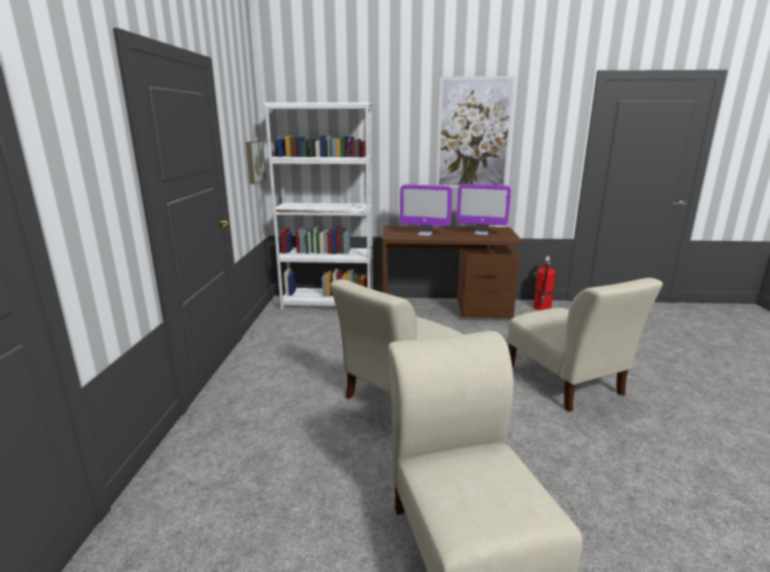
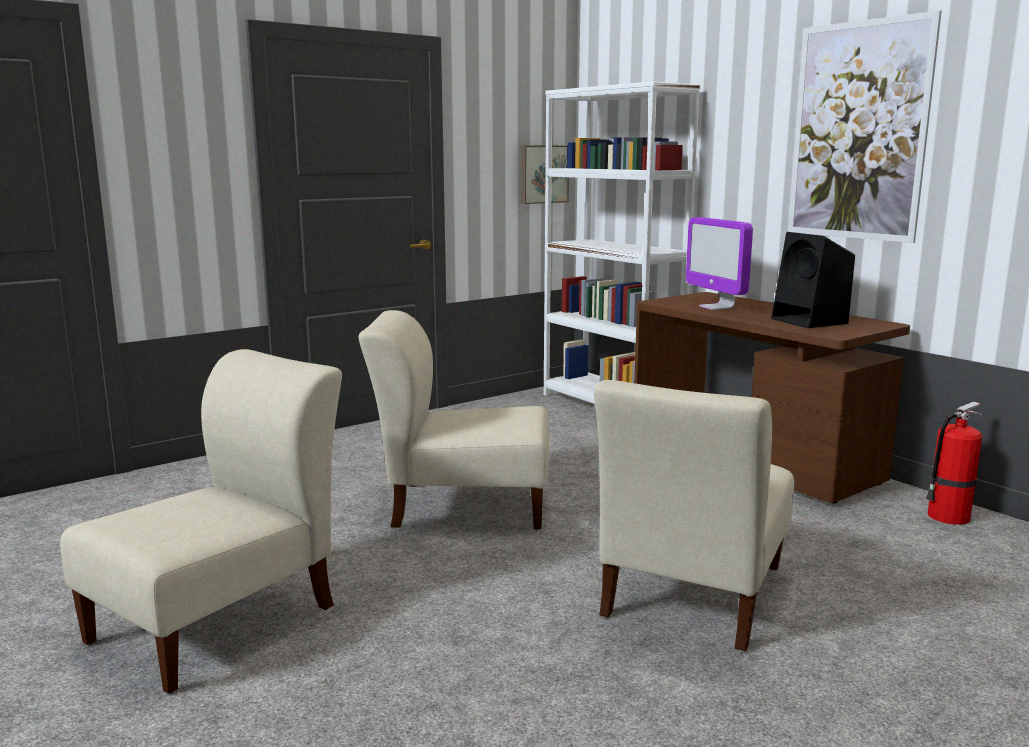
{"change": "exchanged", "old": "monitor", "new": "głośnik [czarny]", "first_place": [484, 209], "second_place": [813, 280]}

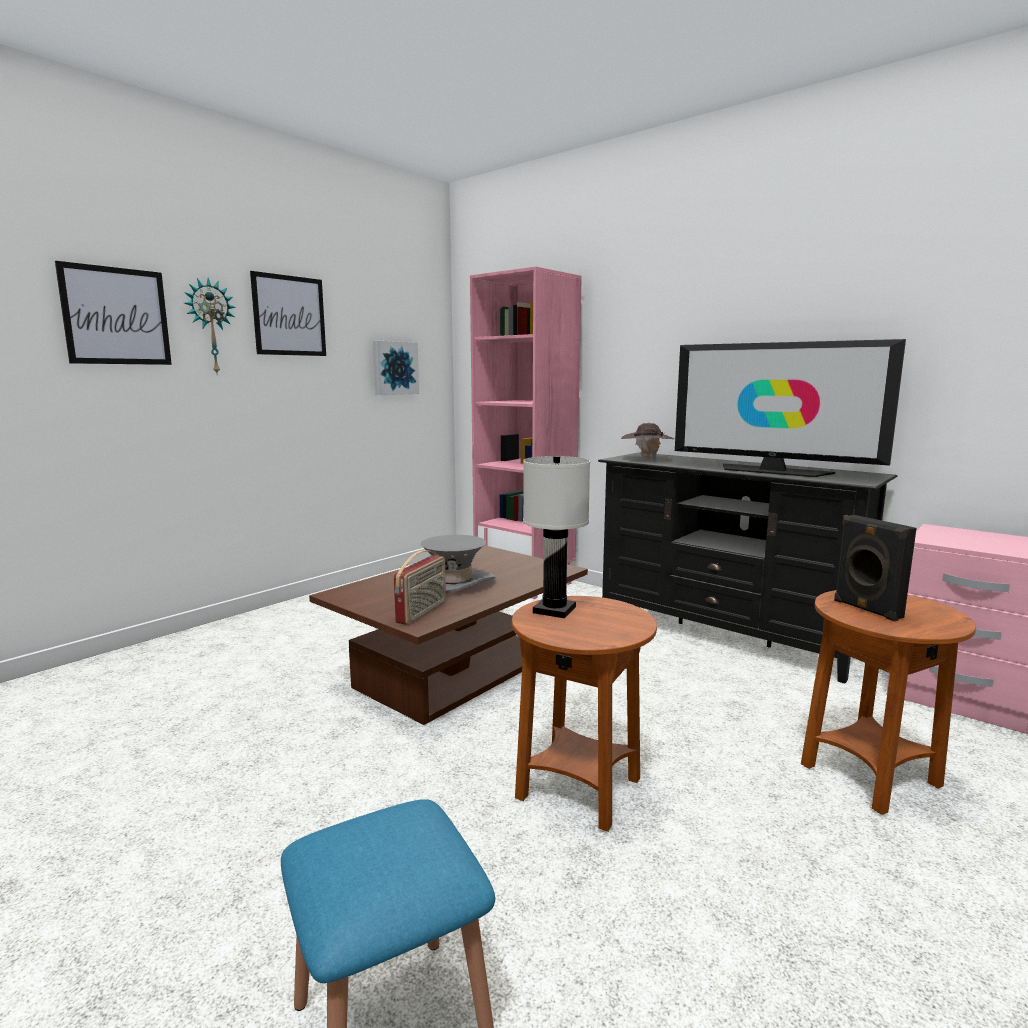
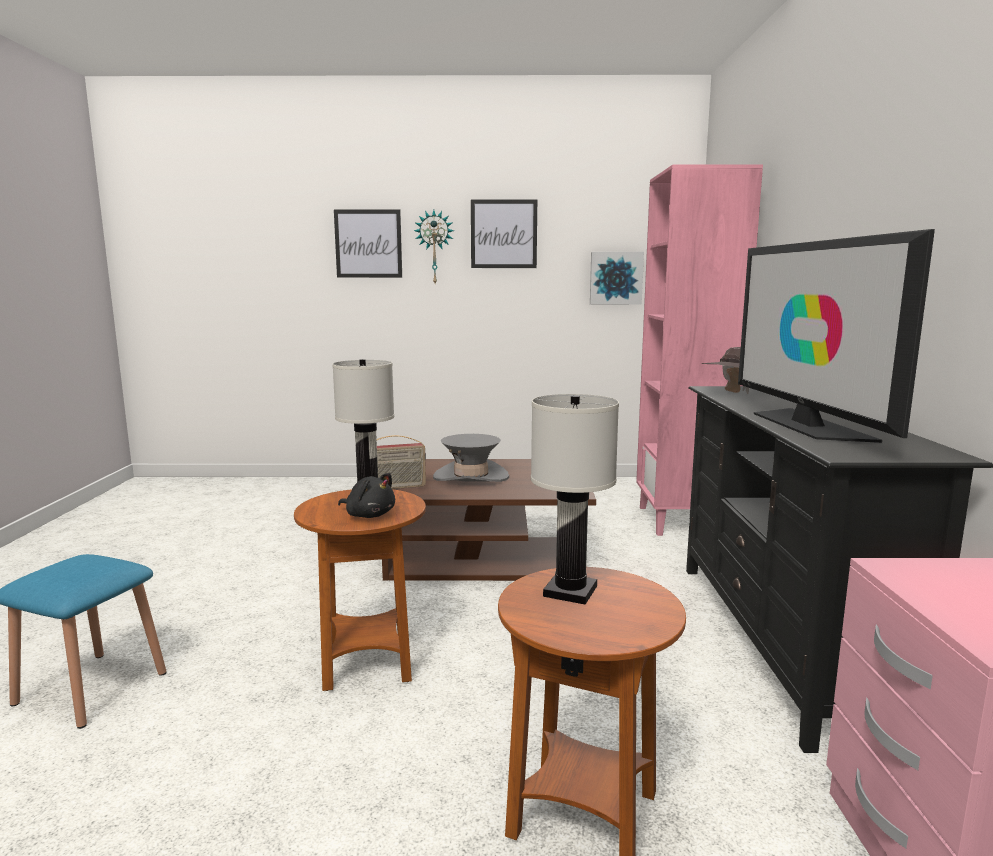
{"change": "exchanged", "old": "głośnik [czarny]", "new": "lampa stołowa [biały]", "first_place": [875, 568], "second_place": [575, 499]}
{"change": "appeared", "new": "pluszak [czarny]", "second_place": [366, 495]}

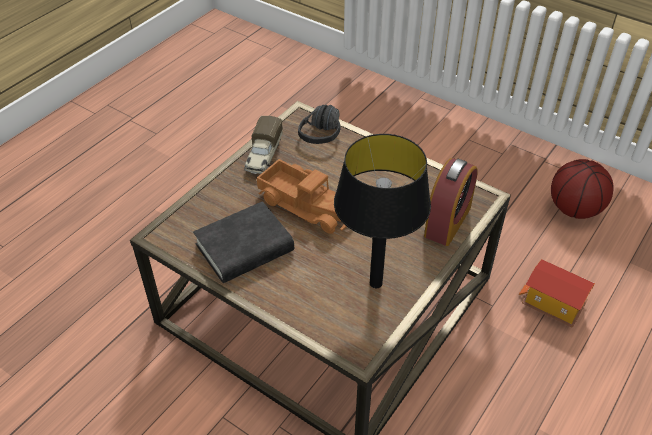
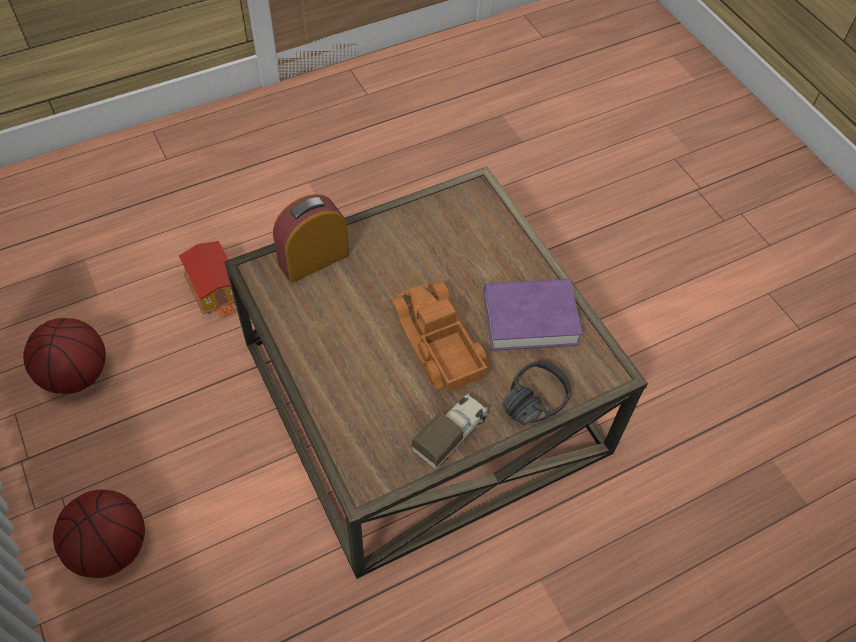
{"change": "colour", "old": "książka [czarny]", "new": "książka [fioletowy]", "first_place": [243, 242], "second_place": [533, 315]}
{"change": "relocated", "old": "słuchawki [czarny]", "first_place": [319, 124], "second_place": [536, 393]}
{"change": "missing", "old": "lampa stołowa [czarny]", "first_place": [382, 211]}
{"change": "appeared", "new": "piłka do koszykówki", "second_place": [99, 534]}

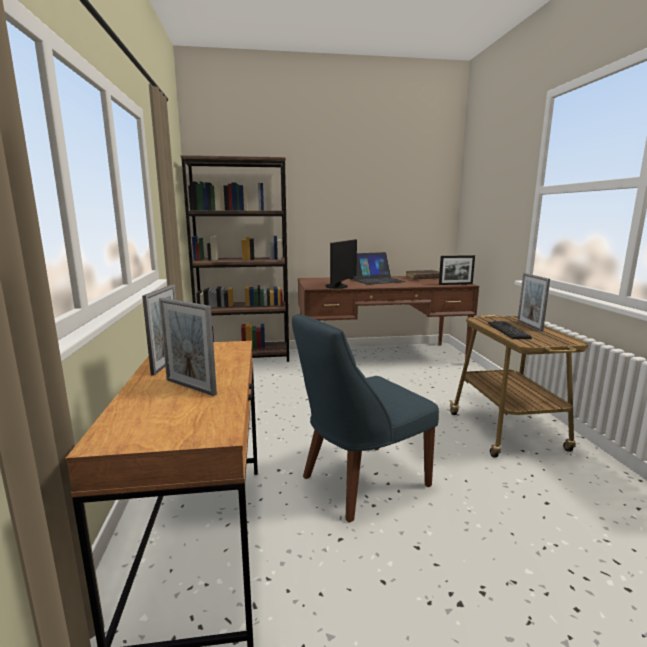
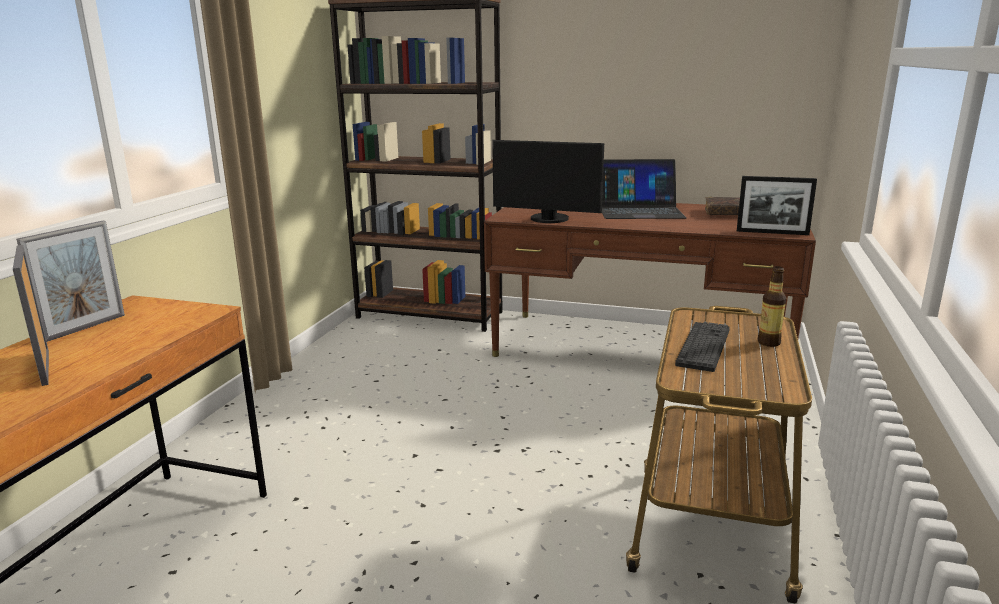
{"change": "missing", "old": "krzesło [niebieski]", "first_place": [365, 418]}
{"change": "spun", "old": "monitor", "first_place": [341, 264], "second_place": [548, 181], "degrees": 60}
{"change": "exchanged", "old": "ramka na zdjęcie", "new": "butelka", "first_place": [533, 302], "second_place": [772, 306]}

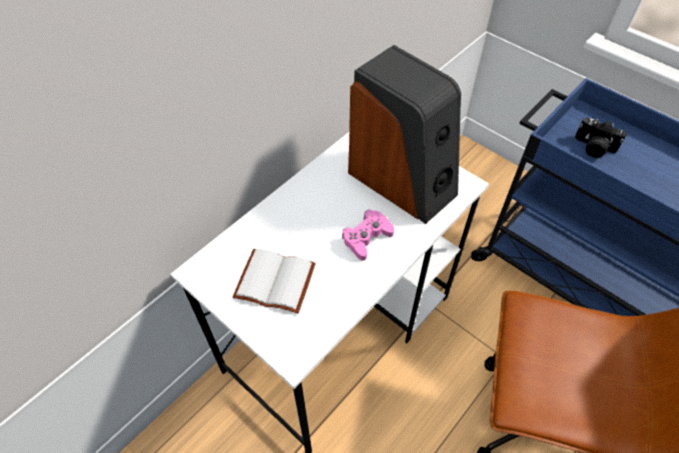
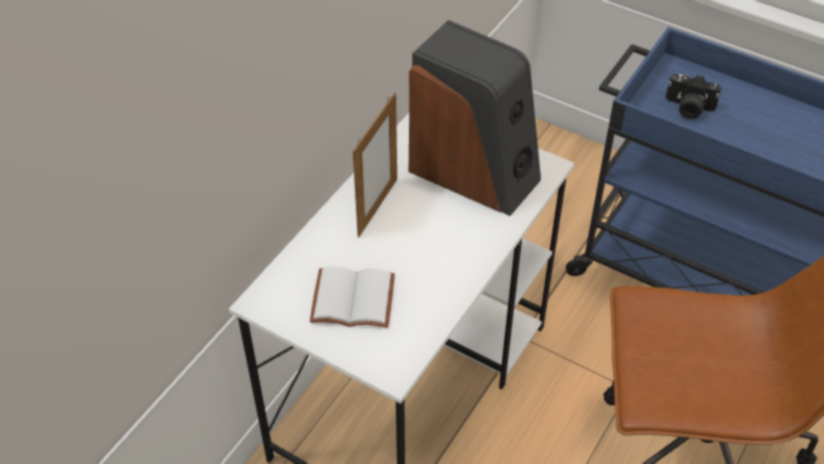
{"change": "missing", "old": "pad do gier [różowy]", "first_place": [368, 235]}
{"change": "appeared", "new": "ramka na zdjęcie", "second_place": [375, 165]}

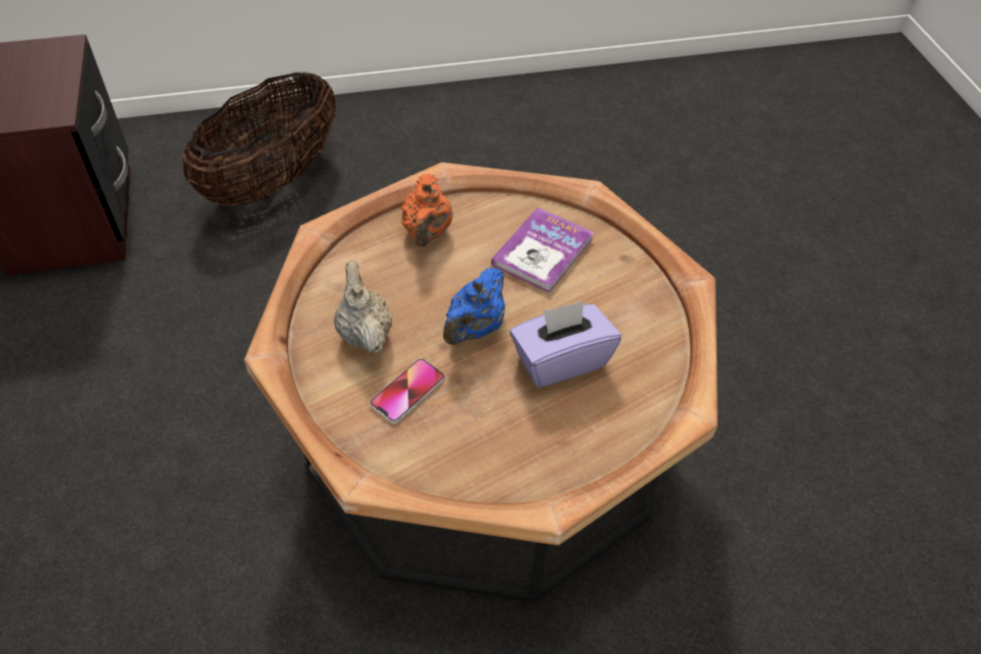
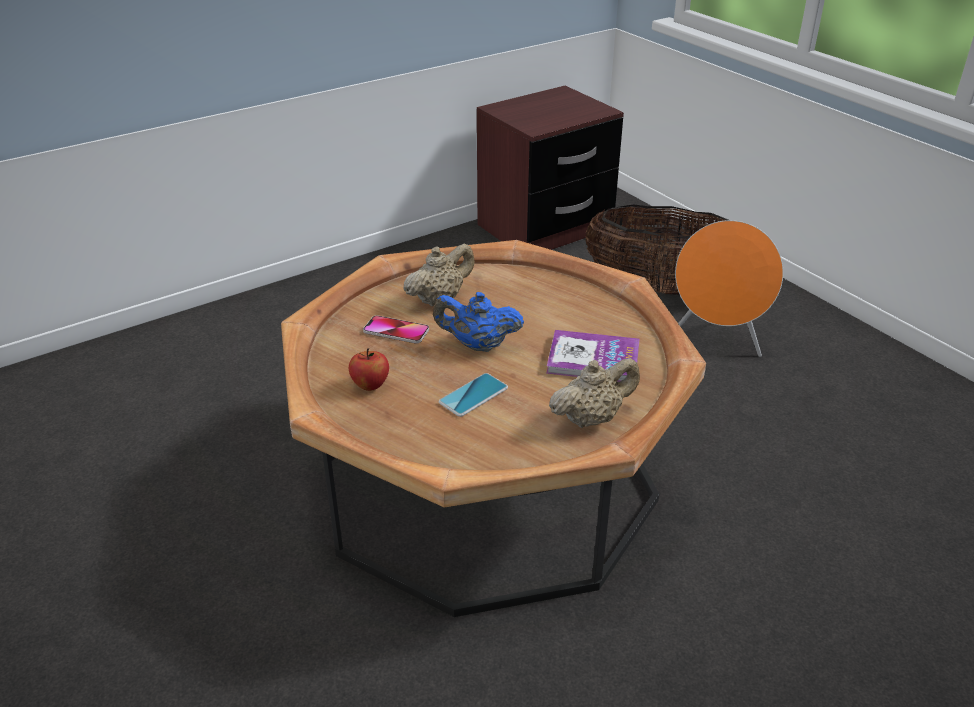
{"change": "missing", "old": "imbryk [pomarańczowy]", "first_place": [427, 210]}
{"change": "exchanged", "old": "pudełko chusteczek [fioletowy]", "new": "telefon", "first_place": [565, 344], "second_place": [473, 395]}
{"change": "appeared", "new": "jabłko", "second_place": [369, 369]}
{"change": "appeared", "new": "imbryk [beżowy]", "second_place": [594, 393]}
{"change": "appeared", "new": "głośnik [pomarańczowy]", "second_place": [729, 288]}

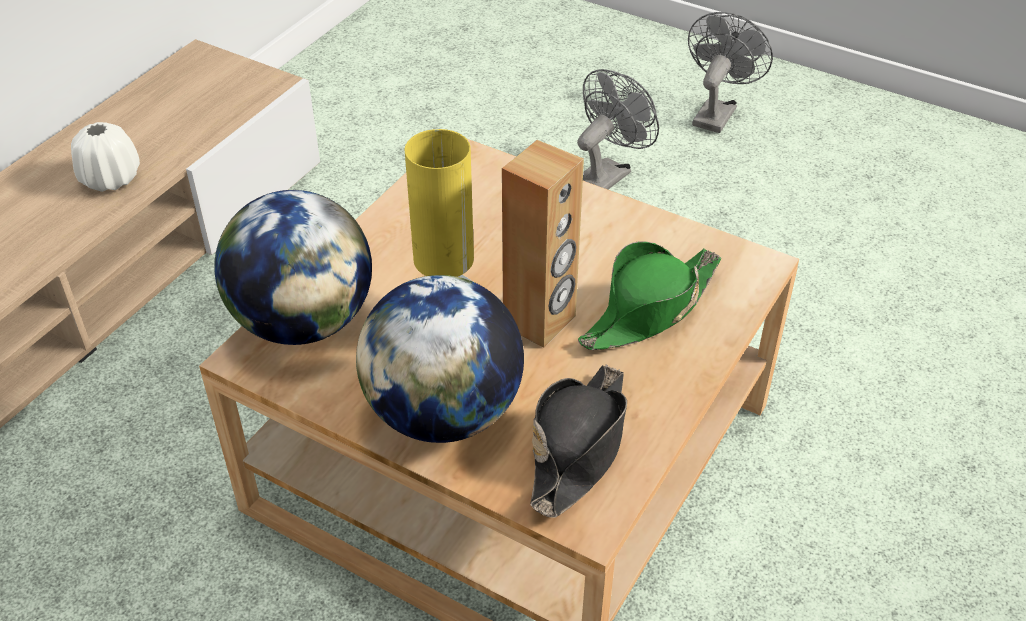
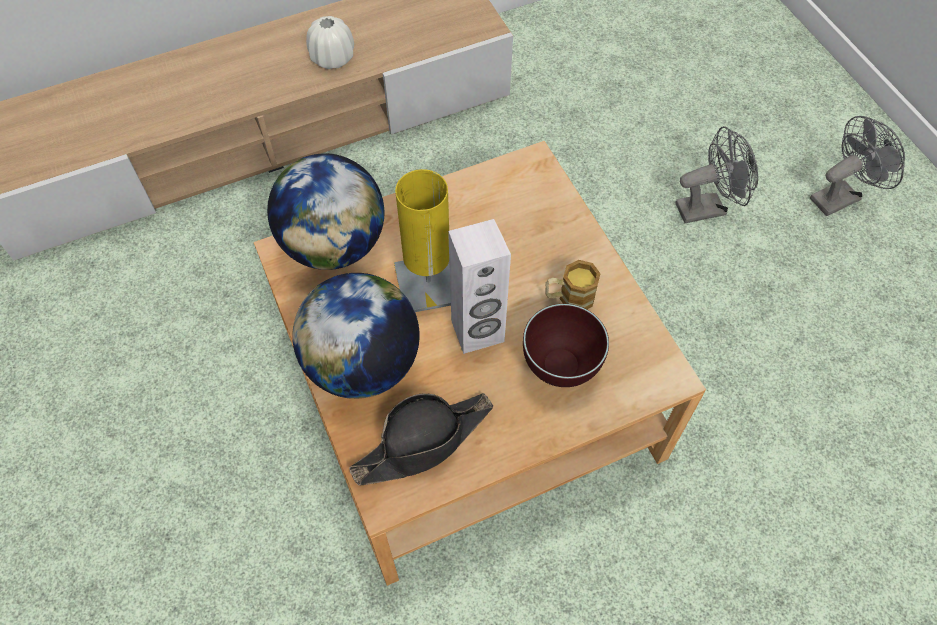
{"change": "colour", "old": "głośnik [brązowy]", "new": "głośnik [biały]", "first_place": [543, 244], "second_place": [479, 286]}
{"change": "exchanged", "old": "kapelusz [zielony]", "new": "miska [brązowy]", "first_place": [649, 296], "second_place": [566, 345]}
{"change": "appeared", "new": "kubek", "second_place": [573, 284]}

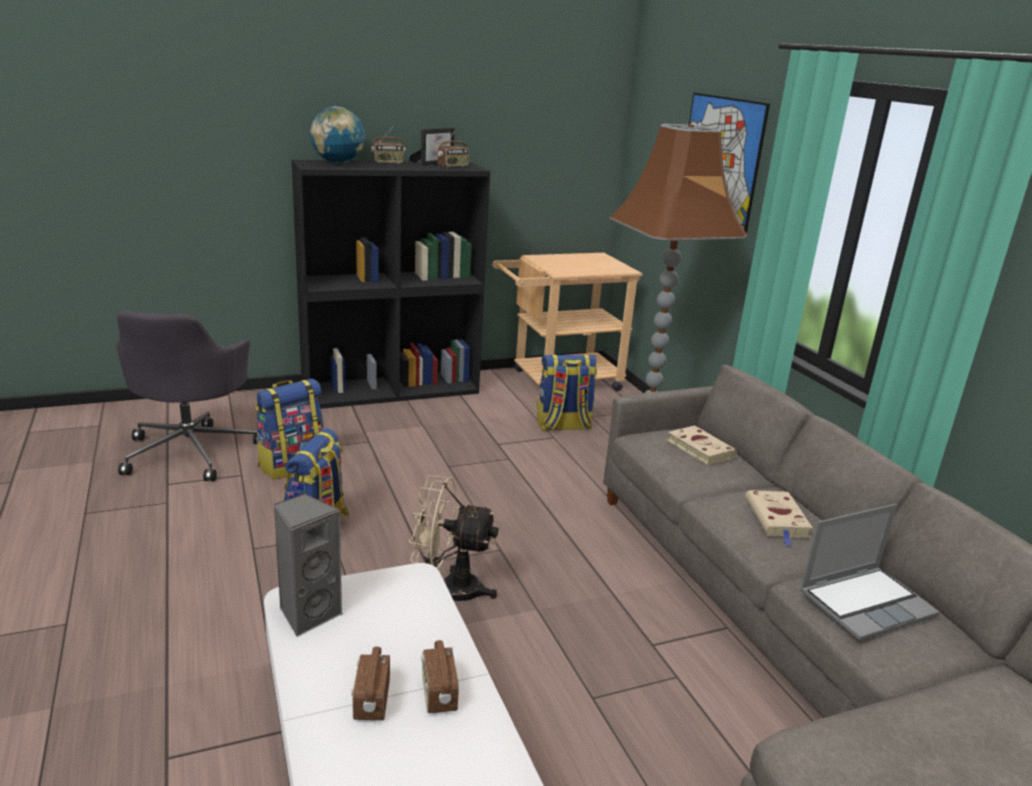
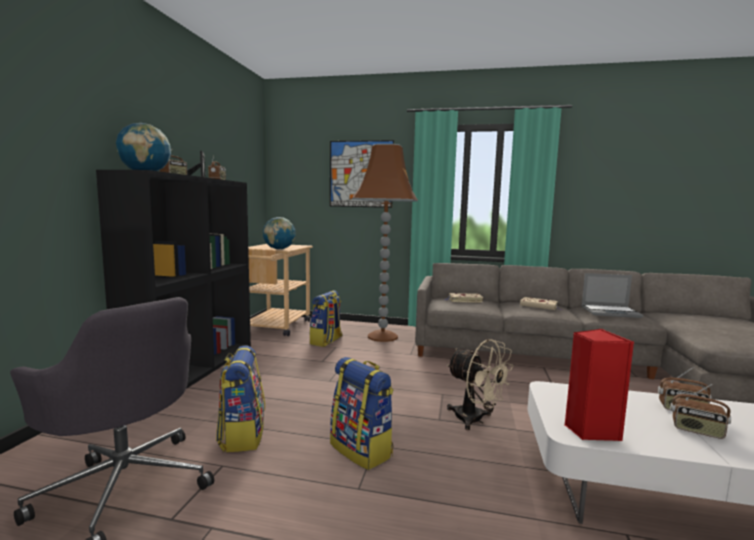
{"change": "colour", "old": "głośnik [szary]", "new": "głośnik [czerwony]", "first_place": [308, 564], "second_place": [599, 385]}
{"change": "spun", "old": "wentylator [beżowy]", "first_place": [454, 538], "second_place": [480, 384], "degrees": -90}
{"change": "spun", "old": "laptop", "first_place": [870, 572], "second_place": [612, 295], "degrees": 90}
{"change": "appeared", "new": "globus", "second_place": [279, 233]}

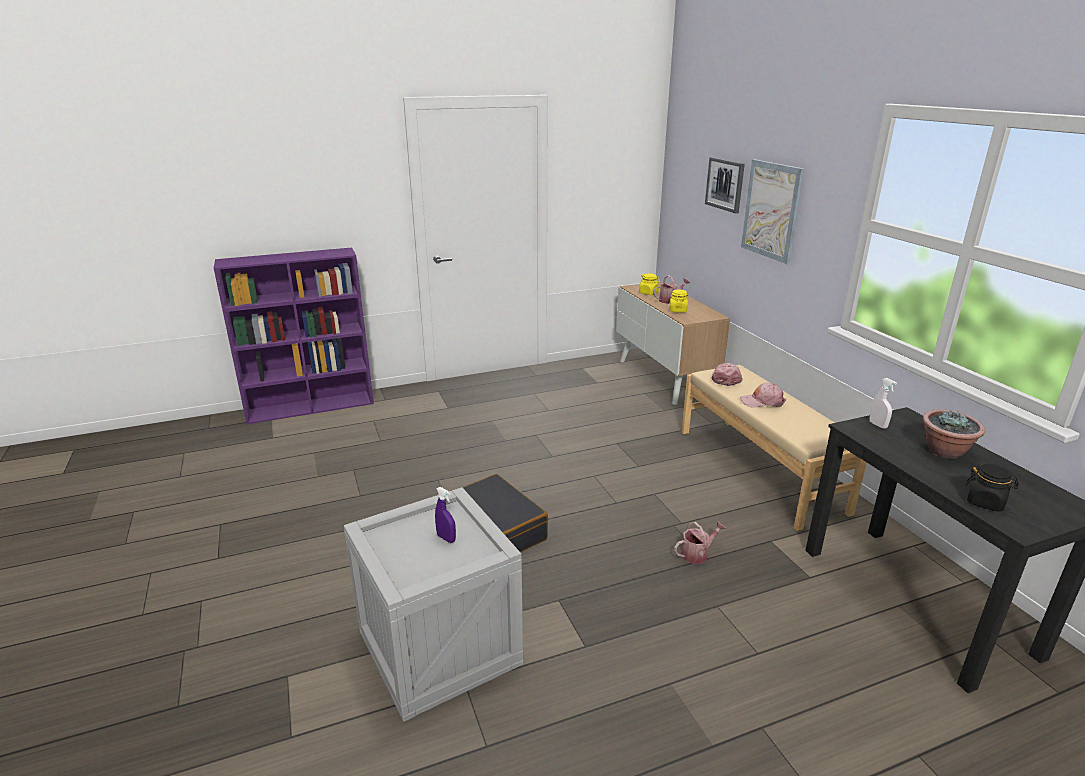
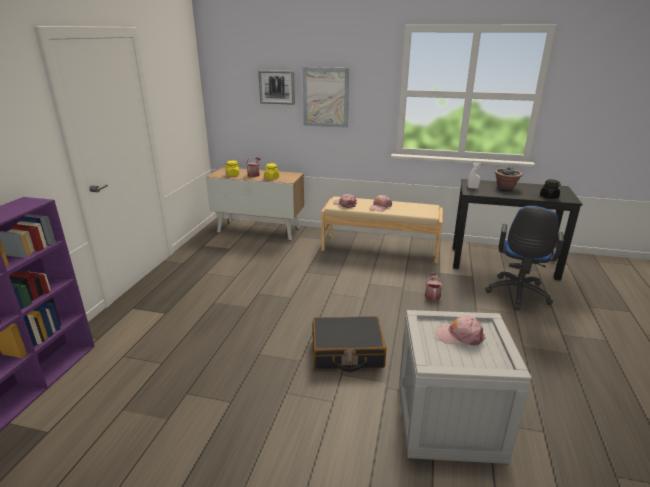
{"change": "exchanged", "old": "spryskiwacz [fioletowy]", "new": "czapka z daszkiem [różowy]", "first_place": [445, 515], "second_place": [460, 330]}
{"change": "appeared", "new": "krzesło biurowe [niebieski]", "second_place": [524, 258]}

